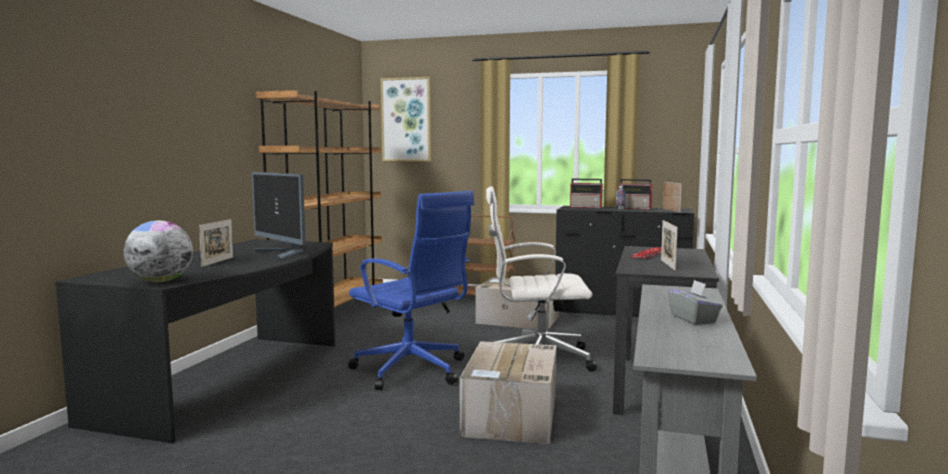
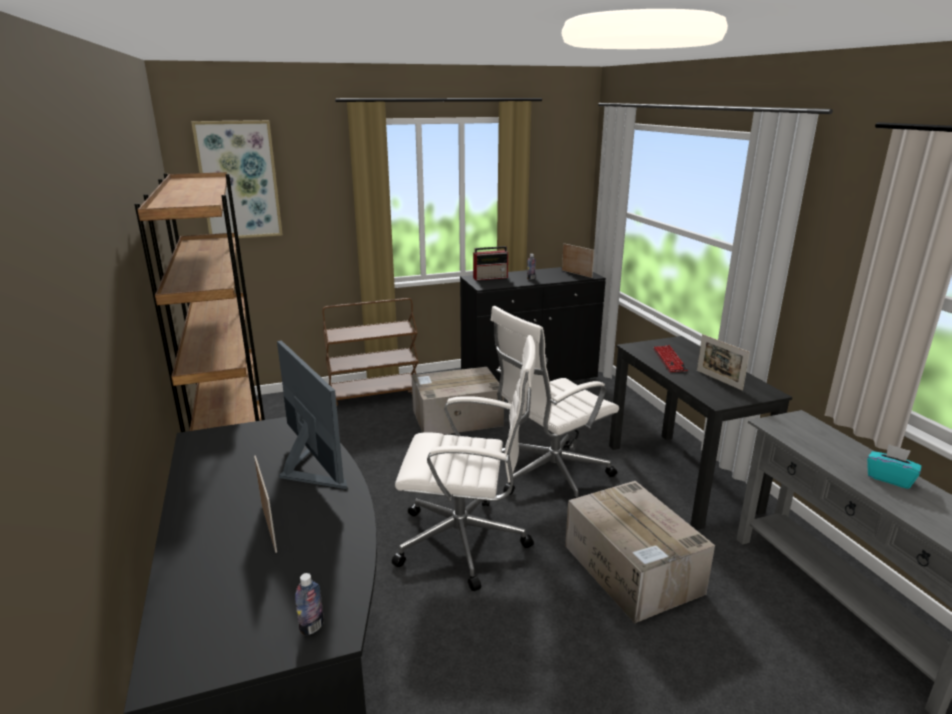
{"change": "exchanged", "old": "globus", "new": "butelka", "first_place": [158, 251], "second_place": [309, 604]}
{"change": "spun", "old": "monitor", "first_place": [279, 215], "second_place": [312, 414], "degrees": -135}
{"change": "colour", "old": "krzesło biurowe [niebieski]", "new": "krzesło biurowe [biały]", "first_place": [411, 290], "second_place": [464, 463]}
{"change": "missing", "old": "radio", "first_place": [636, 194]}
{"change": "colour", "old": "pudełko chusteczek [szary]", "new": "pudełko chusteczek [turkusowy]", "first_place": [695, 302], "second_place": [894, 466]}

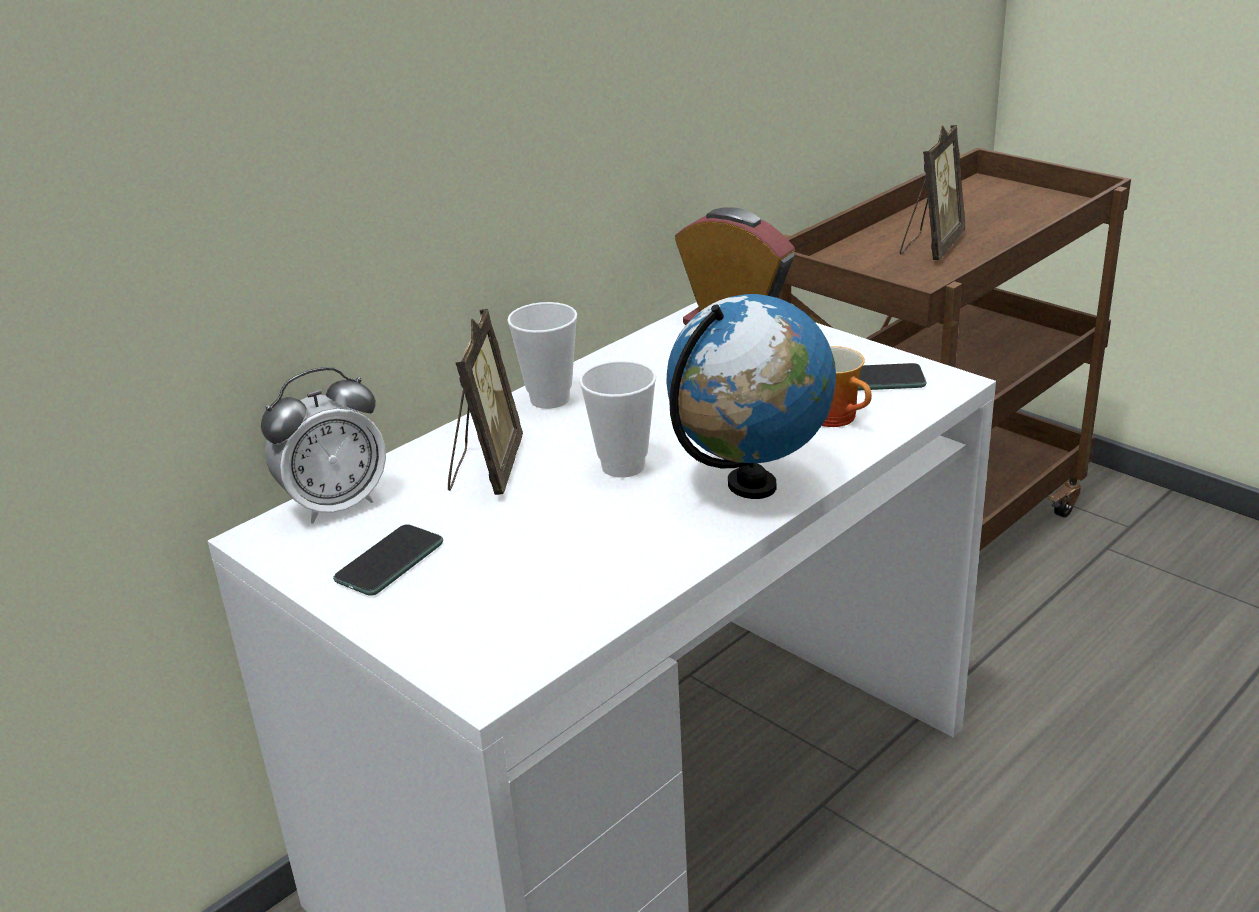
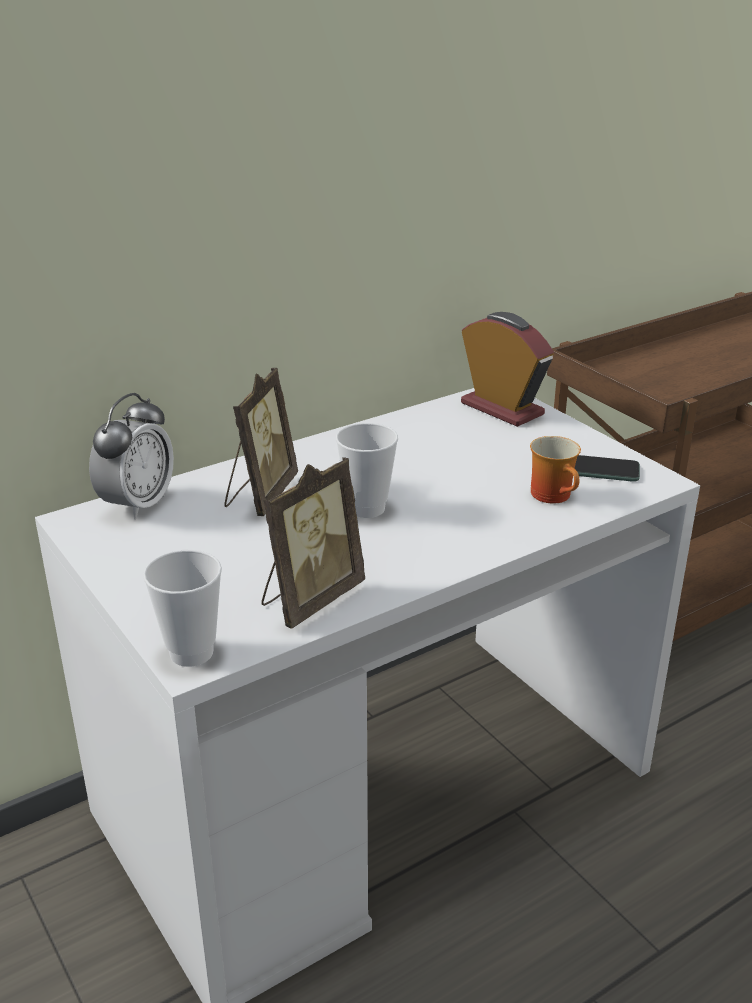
{"change": "spun", "old": "budzik", "first_place": [323, 445], "second_place": [131, 456], "degrees": -45}
{"change": "missing", "old": "telefon", "first_place": [388, 560]}
{"change": "relocated", "old": "filiżanka", "first_place": [542, 355], "second_place": [182, 608]}
{"change": "missing", "old": "globus", "first_place": [751, 396]}
{"change": "relocated", "old": "ramka na zdjęcie", "first_place": [932, 192], "second_place": [313, 543]}

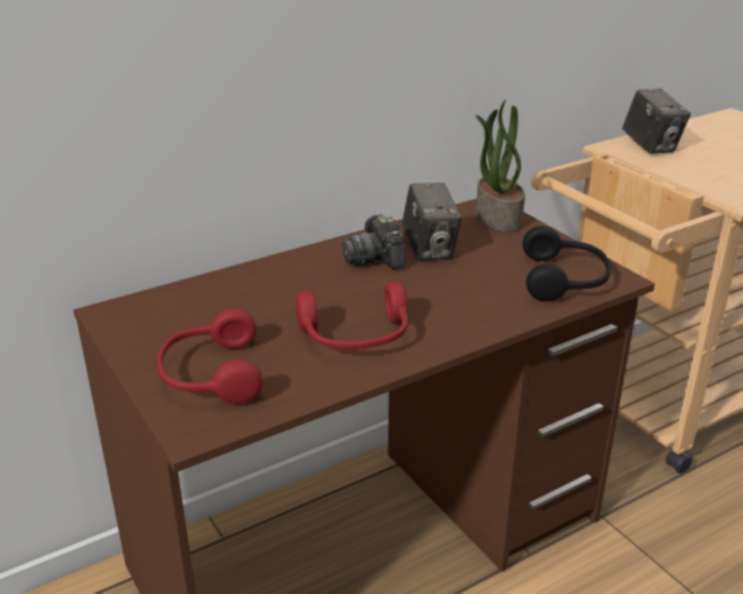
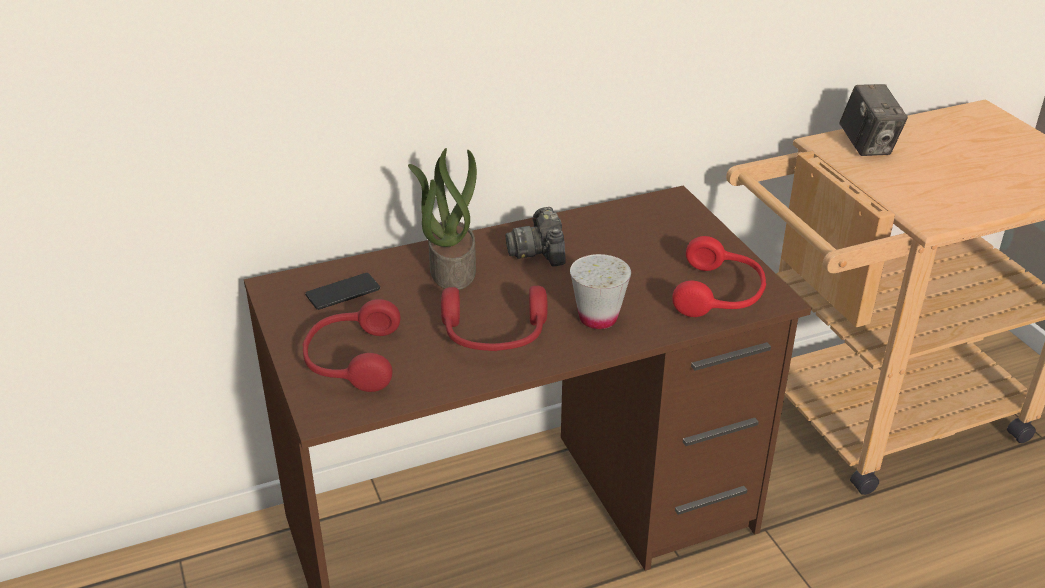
{"change": "missing", "old": "aparat fotograficzny", "first_place": [432, 221]}
{"change": "relocated", "old": "roślina doniczkowa", "first_place": [500, 165], "second_place": [442, 219]}
{"change": "colour", "old": "słuchawki [czarny]", "new": "słuchawki [czerwony]", "first_place": [567, 263], "second_place": [719, 276]}
{"change": "appeared", "new": "telefon", "second_place": [342, 291]}
{"change": "appeared", "new": "filiżanka [biały]", "second_place": [600, 291]}

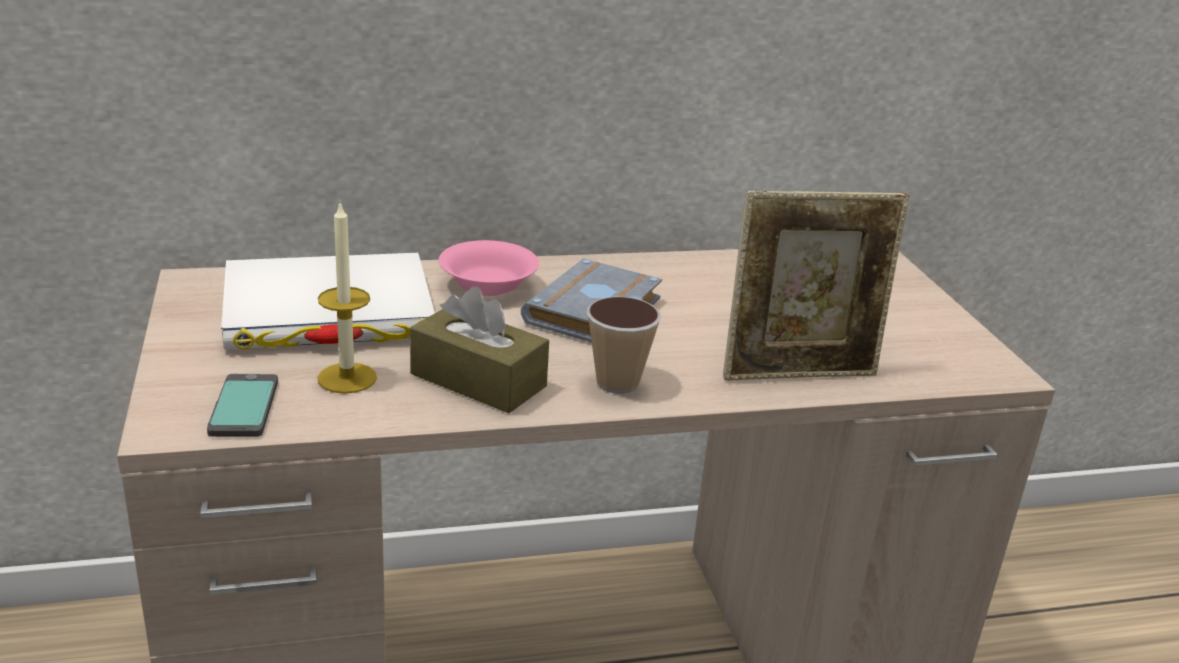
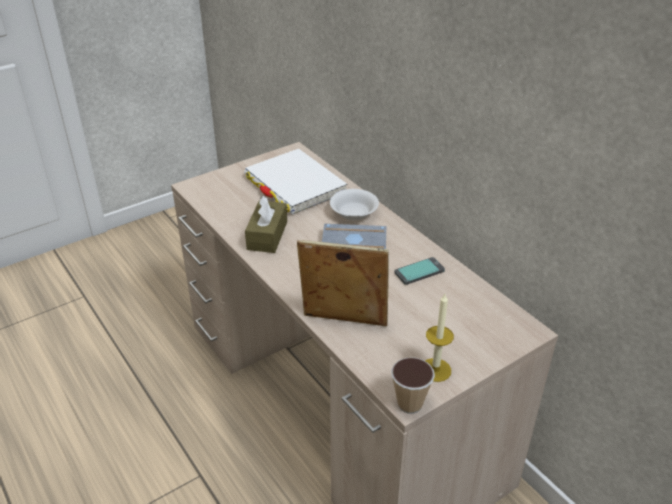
{"change": "relocated", "old": "telefon", "first_place": [242, 405], "second_place": [419, 271]}
{"change": "relocated", "old": "świeca", "first_place": [347, 298], "second_place": [439, 338]}
{"change": "colour", "old": "miska [różowy]", "new": "miska [biały]", "first_place": [489, 268], "second_place": [354, 204]}
{"change": "relocated", "old": "filiżanka", "first_place": [624, 345], "second_place": [413, 386]}
{"change": "spun", "old": "ramka na zdjęcie", "first_place": [816, 286], "second_place": [343, 283], "degrees": 135}

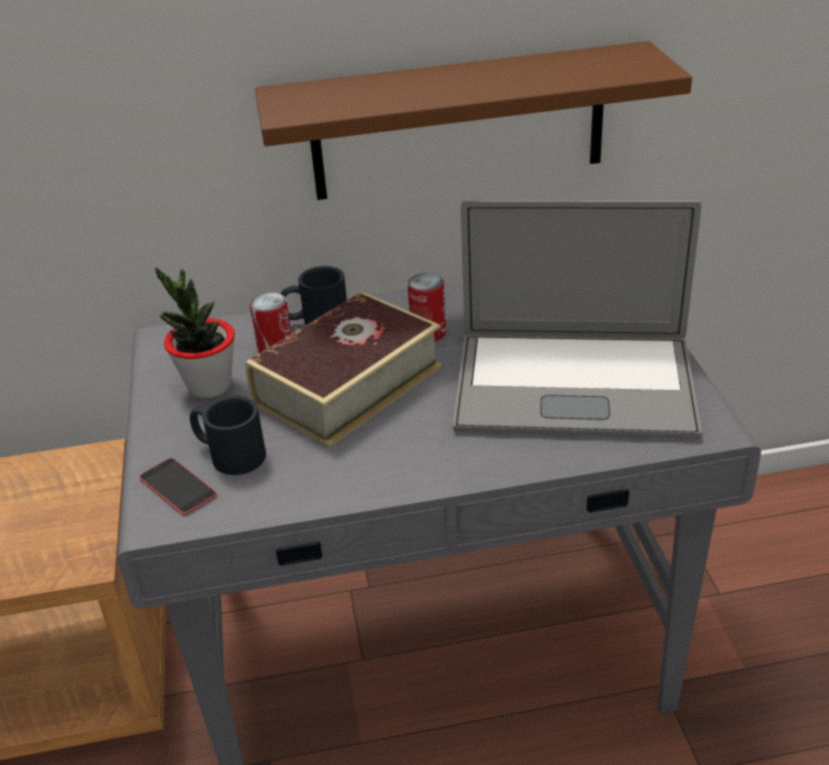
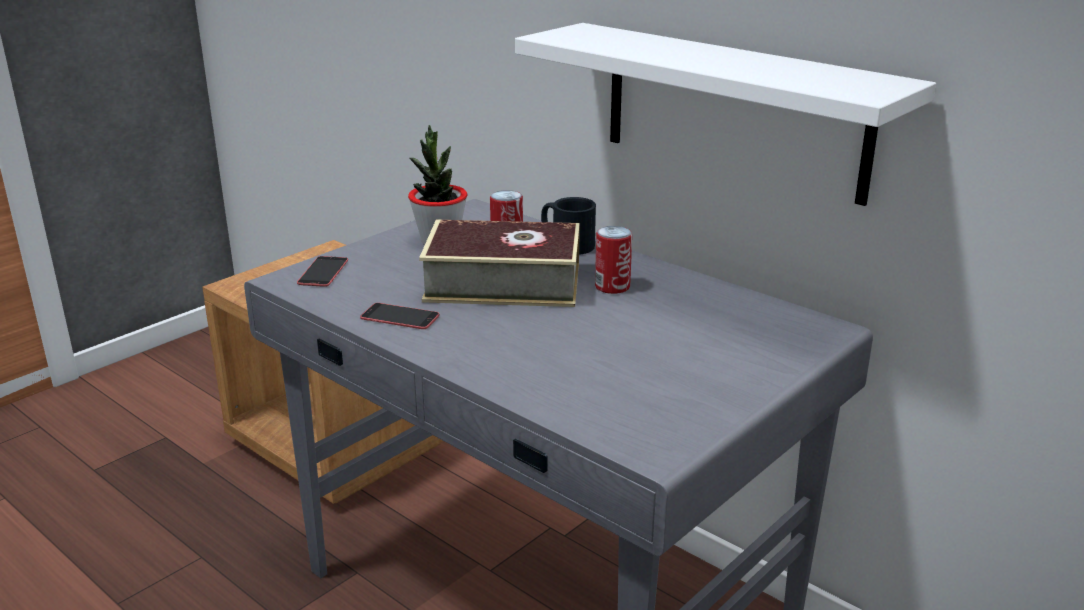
{"change": "missing", "old": "kubek [czarny]", "first_place": [228, 435]}
{"change": "colour", "old": "półka [brązowy]", "new": "półka [biały]", "first_place": [473, 120], "second_place": [725, 114]}
{"change": "missing", "old": "laptop", "first_place": [577, 319]}
{"change": "appeared", "new": "telefon", "second_place": [399, 316]}

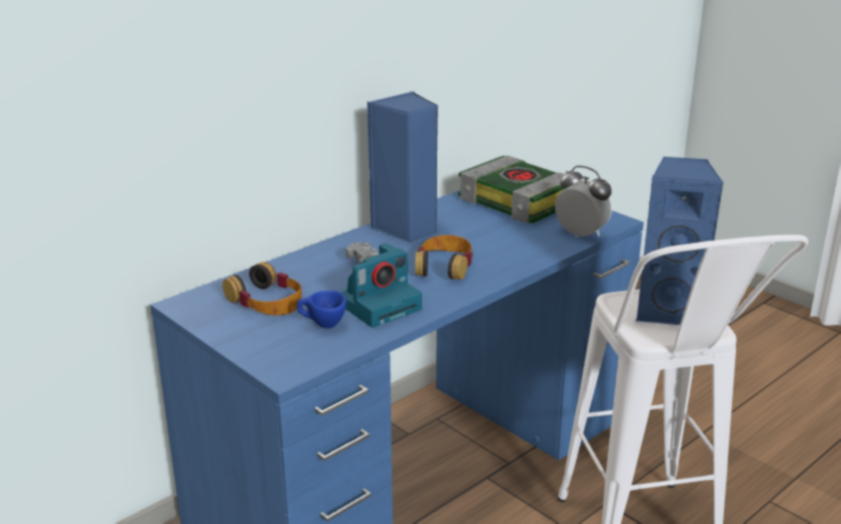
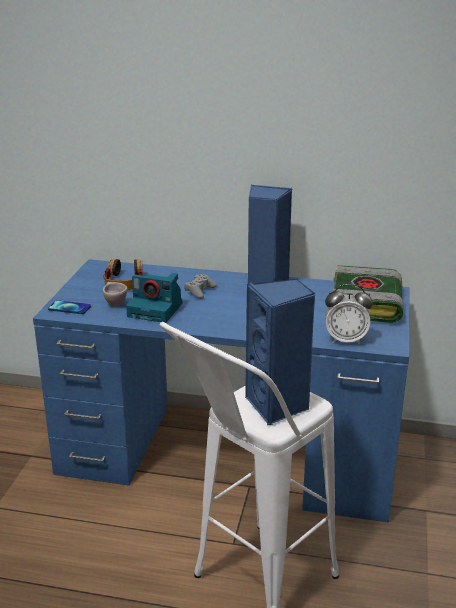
{"change": "colour", "old": "filiżanka [niebieski]", "new": "filiżanka [beżowy]", "first_place": [322, 309], "second_place": [115, 294]}
{"change": "missing", "old": "słuchawki", "first_place": [444, 257]}
{"change": "spun", "old": "budzik", "first_place": [583, 201], "second_place": [349, 314], "degrees": 90}
{"change": "appeared", "new": "telefon", "second_place": [69, 307]}

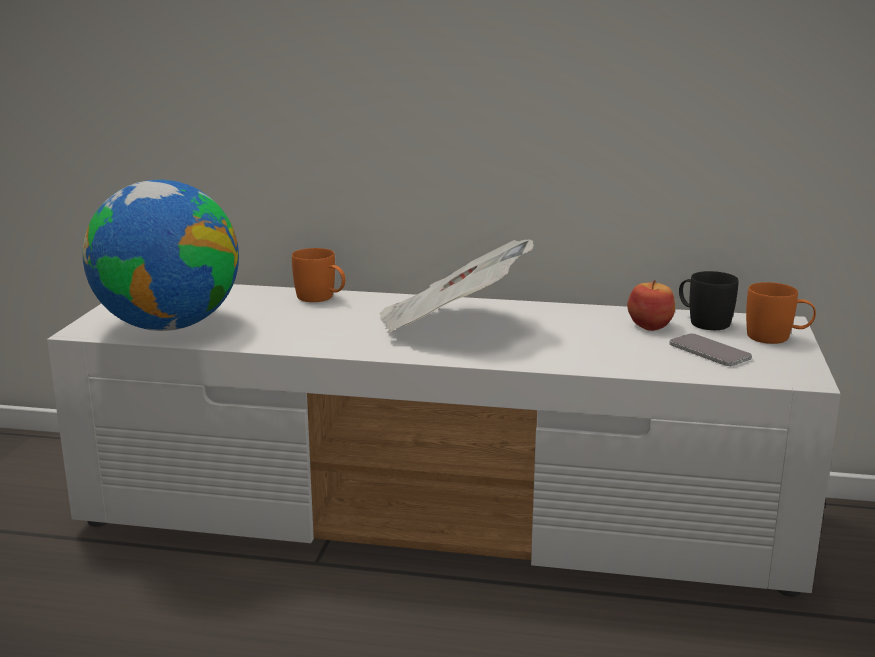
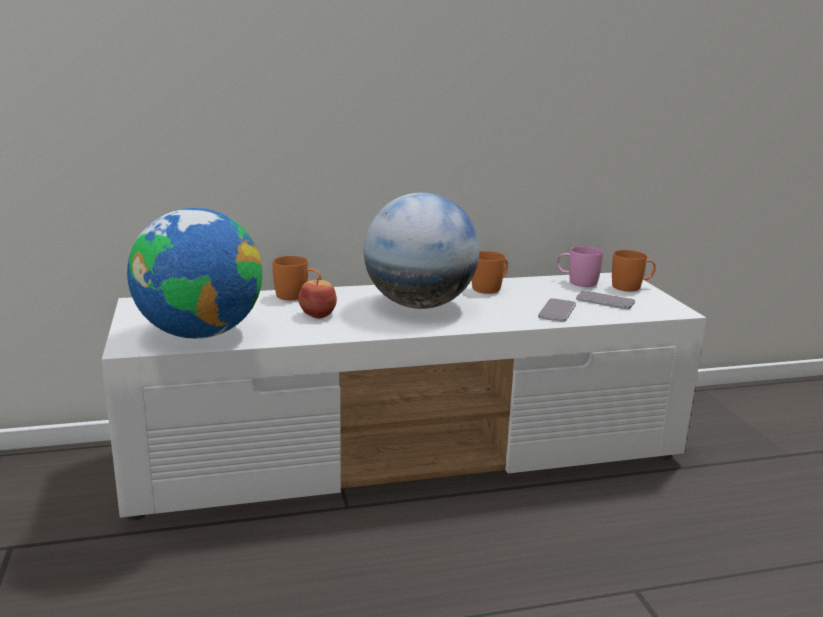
{"change": "exchanged", "old": "gazeta", "new": "globus", "first_place": [457, 286], "second_place": [422, 251]}
{"change": "relocated", "old": "jabłko", "first_place": [651, 305], "second_place": [317, 298]}
{"change": "colour", "old": "kubek [czarny]", "new": "kubek [różowy]", "first_place": [709, 300], "second_place": [580, 266]}
{"change": "appeared", "new": "kubek [pomarańczowy]", "second_place": [490, 272]}
{"change": "appeared", "new": "telefon", "second_place": [557, 310]}

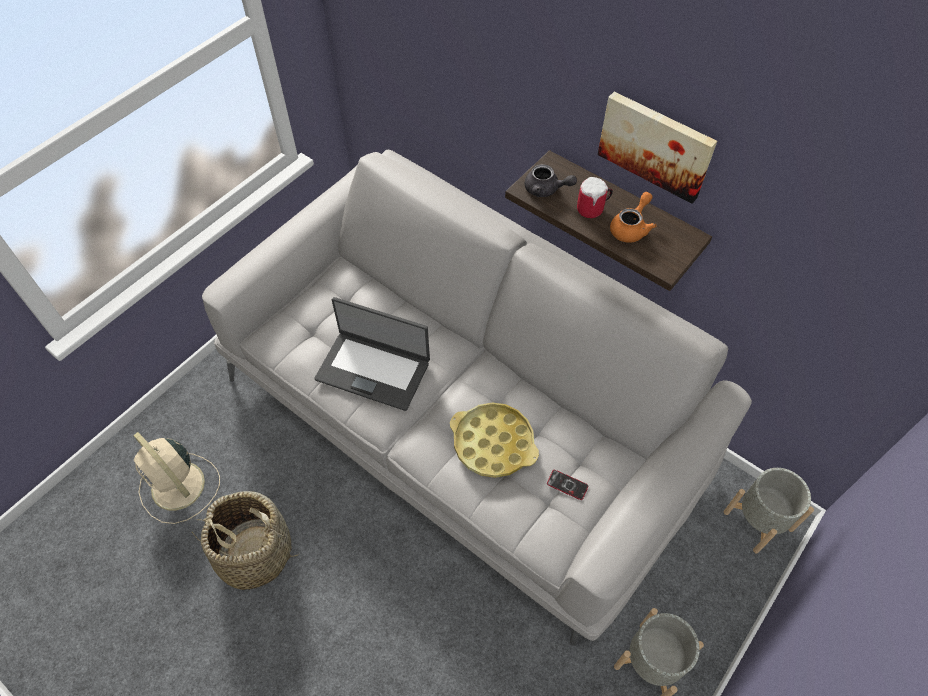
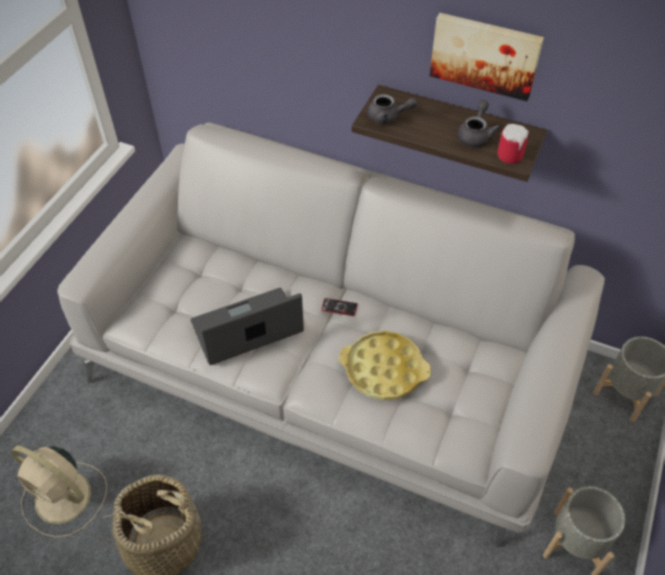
{"change": "spun", "old": "laptop", "first_place": [372, 354], "second_place": [247, 326], "degrees": 150}
{"change": "relocated", "old": "telefon", "first_place": [568, 485], "second_place": [339, 307]}
{"change": "relocated", "old": "kubek", "first_place": [595, 197], "second_place": [513, 144]}
{"change": "colour", "old": "imbryk [pomarańczowy]", "new": "imbryk [szary]", "first_place": [633, 217], "second_place": [479, 124]}

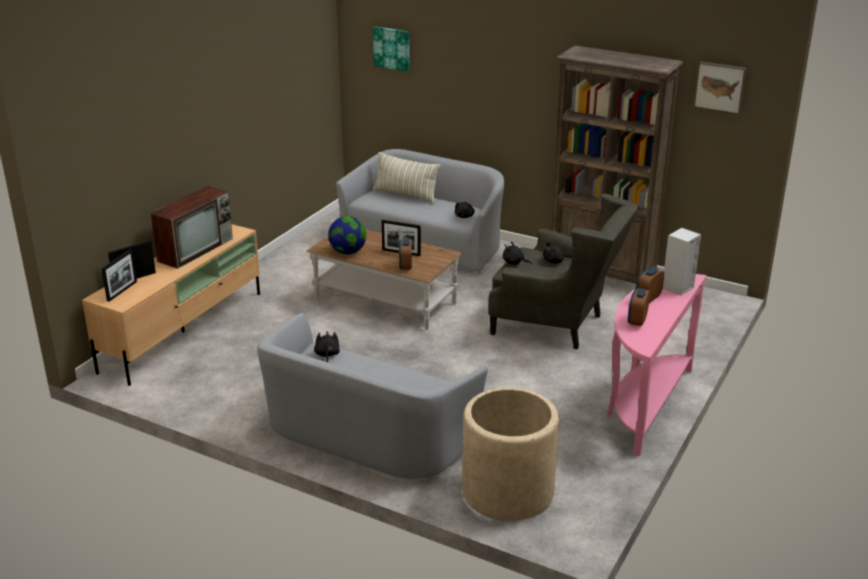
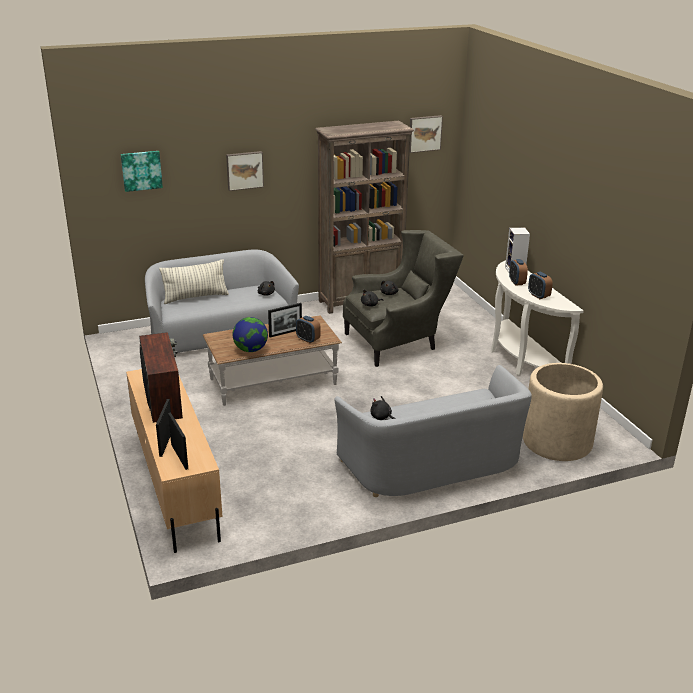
{"change": "colour", "old": "stolik konsolowy [różowy]", "new": "stolik konsolowy [biały]", "first_place": [657, 365], "second_place": [537, 318]}
{"change": "appeared", "new": "obraz", "second_place": [245, 171]}

